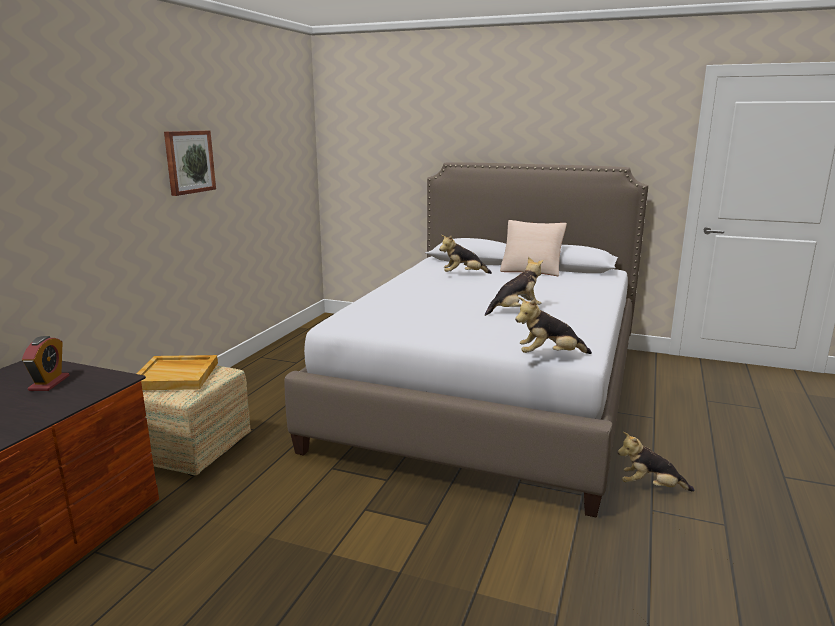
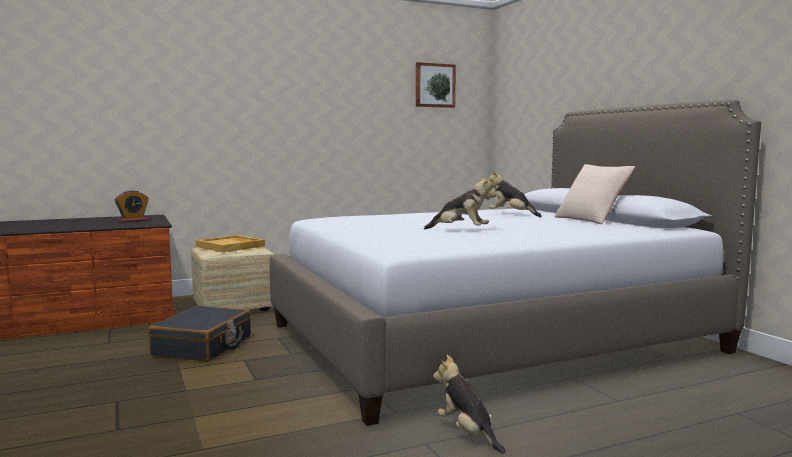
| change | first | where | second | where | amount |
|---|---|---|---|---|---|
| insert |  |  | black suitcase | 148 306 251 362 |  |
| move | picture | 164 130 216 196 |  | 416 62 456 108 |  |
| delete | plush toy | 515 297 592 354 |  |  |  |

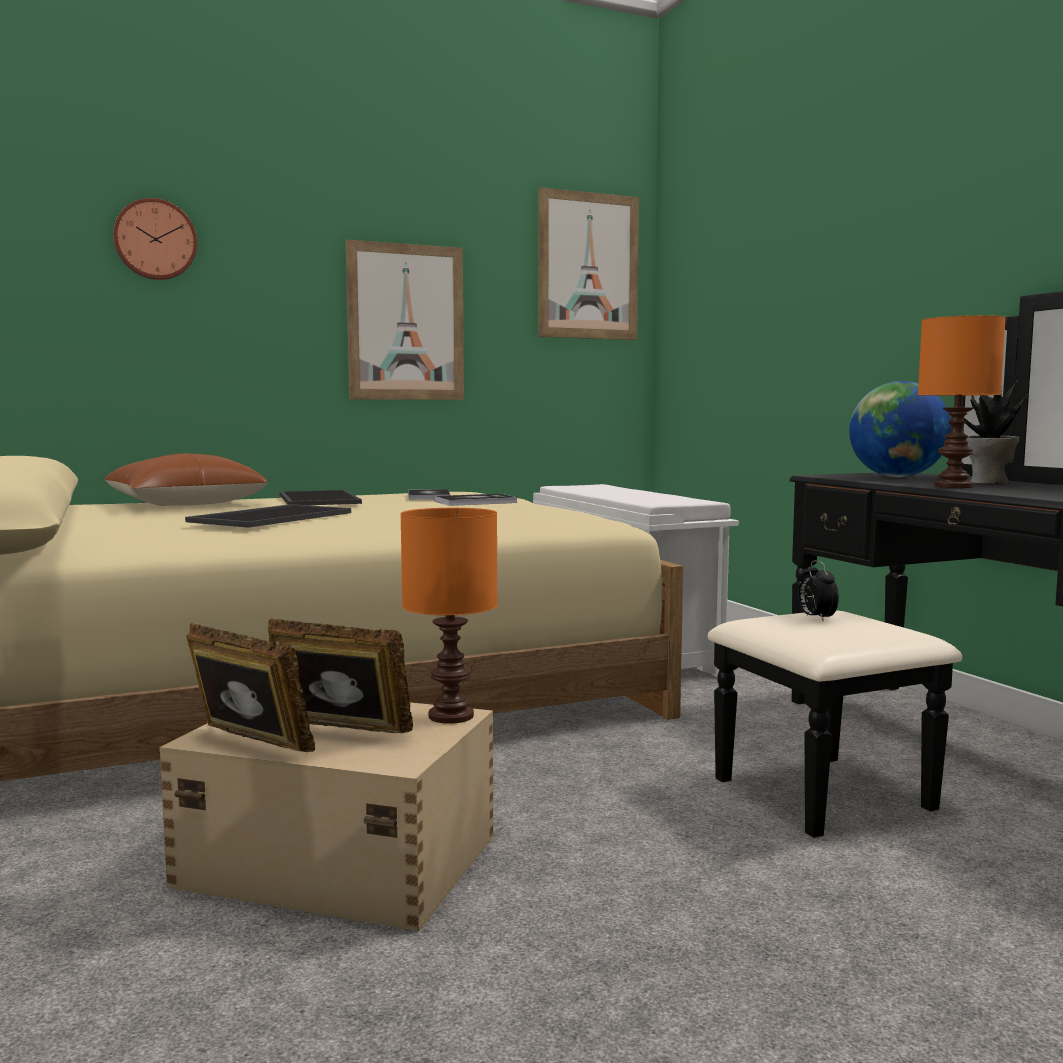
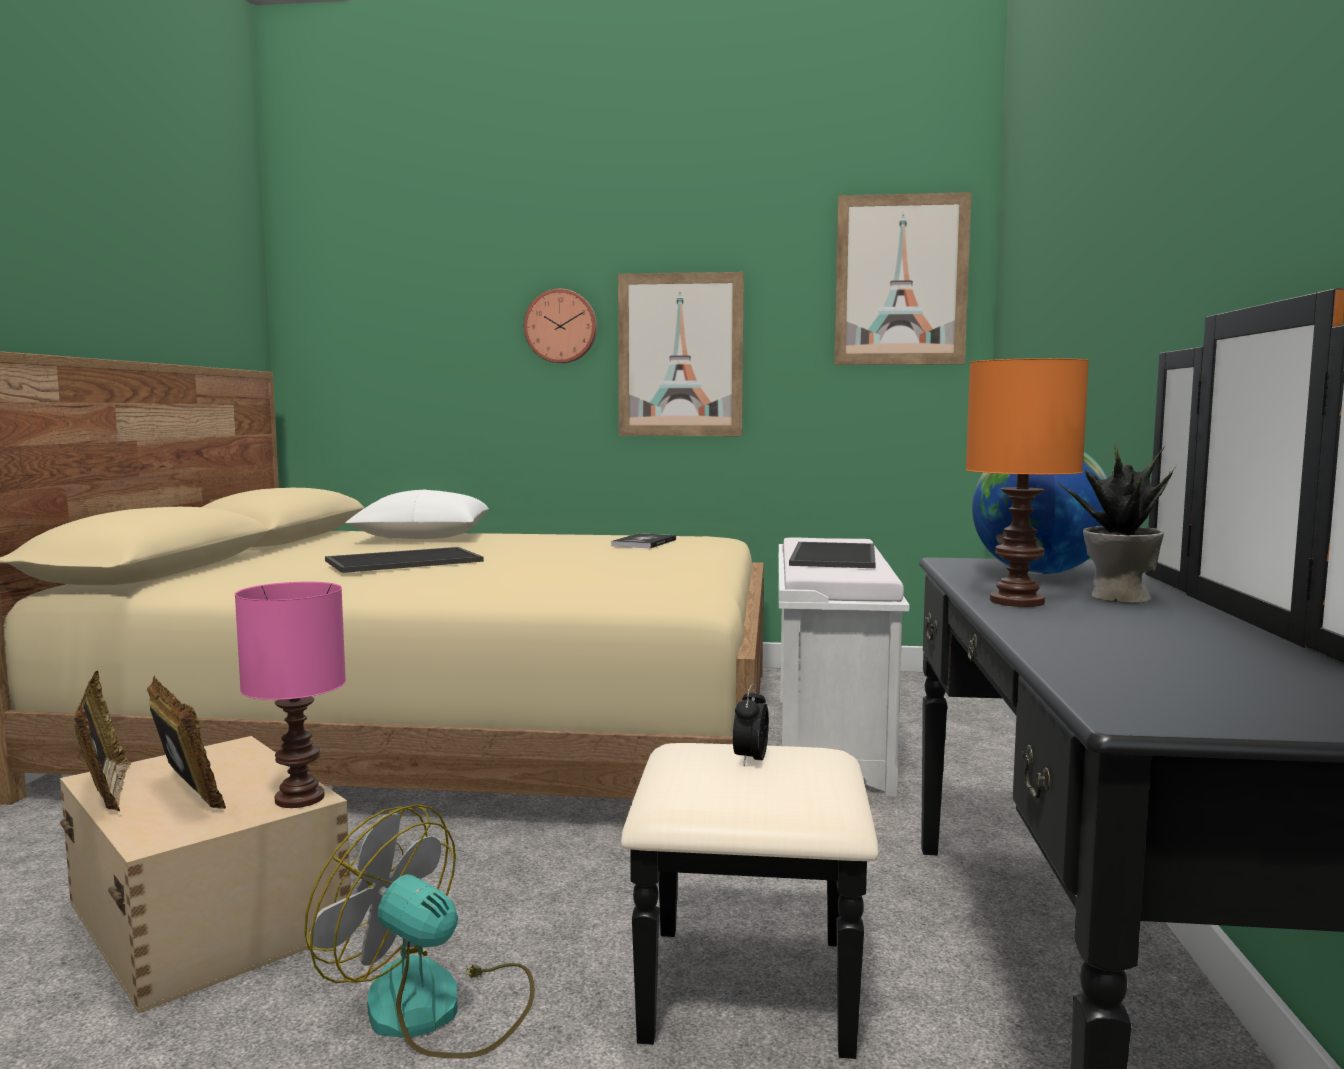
| change | first | where | second | where | amount |
|---|---|---|---|---|---|
| recolor | orange table lamp | 400 508 498 724 | pink table lamp | 235 582 346 808 |  |
| insert |  |  | fan | 304 804 535 1058 |  |
| recolor | brown pillow | 104 453 268 506 | white pillow | 345 490 489 539 |  |
| move | wall clock | 113 198 197 280 |  | 524 289 597 363 |  |
| move | tray | 279 490 362 505 |  | 789 542 875 568 |  |
| delete | book | 434 494 517 506 |  |  |  |

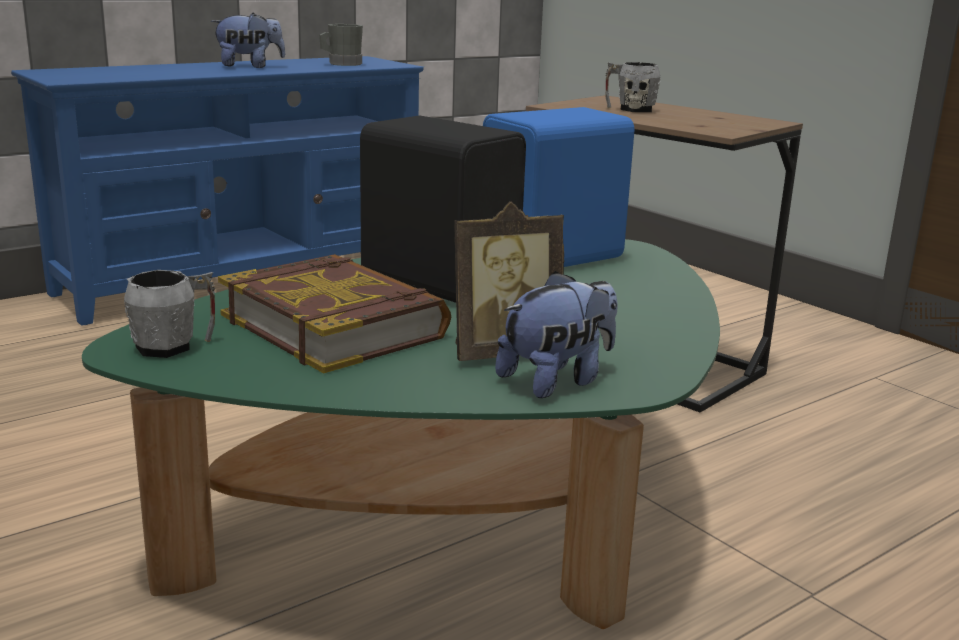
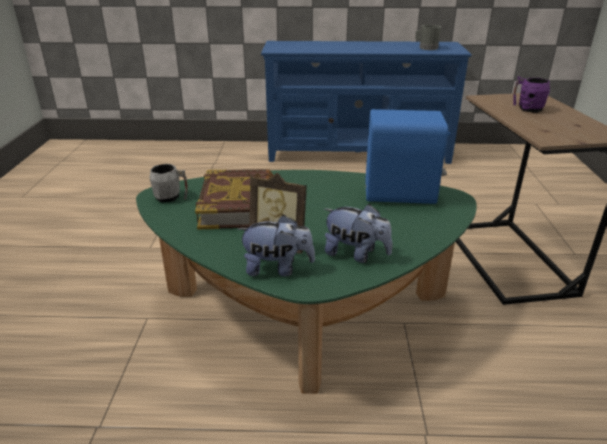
| change | first | where | second | where | amount |
|---|---|---|---|---|---|
| move | plush toy | 211 13 286 68 |  | 324 204 392 263 |  |
| recolor | grey mug | 606 62 660 112 | purple mug | 513 76 550 113 |  |
| delete | black speaker | 360 115 526 303 |  |  |  |

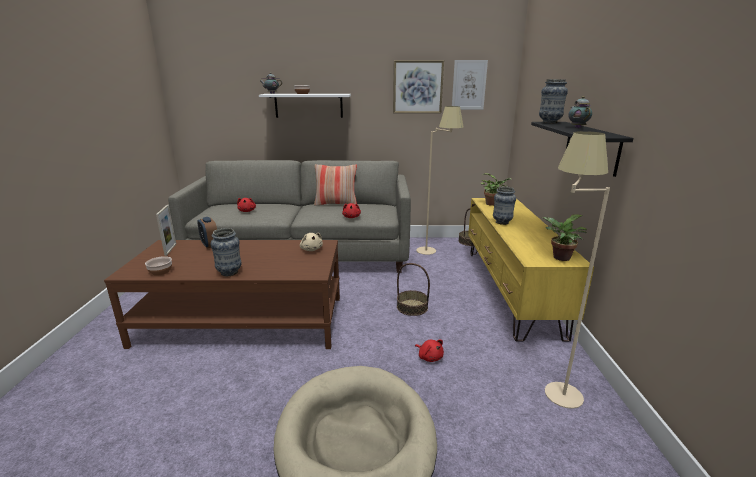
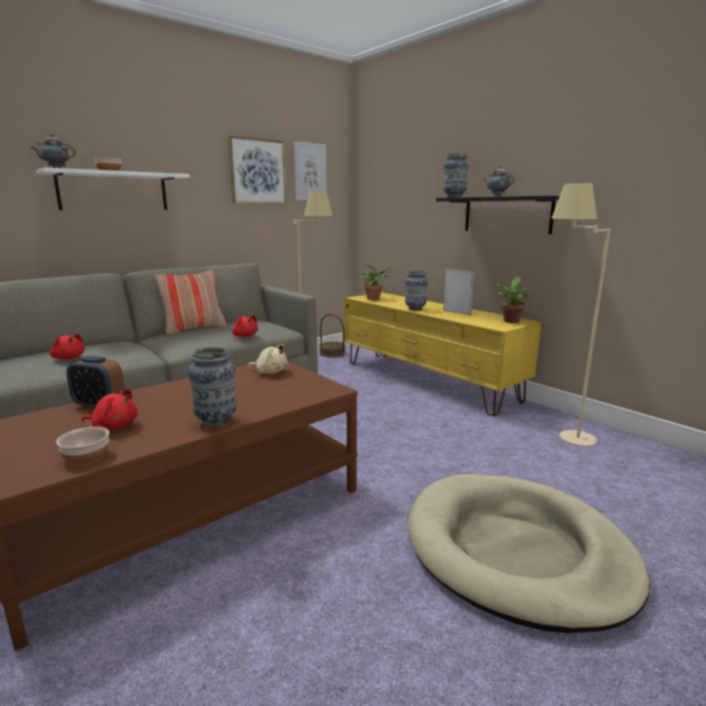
| change | first | where | second | where | amount |
|---|---|---|---|---|---|
| move | red plush toy | 415 340 444 362 |  | 81 388 138 430 |  |
| move | picture frame | 156 205 176 256 |  | 443 269 474 315 |  |
| delete | basket | 397 263 430 316 |  |  |  |

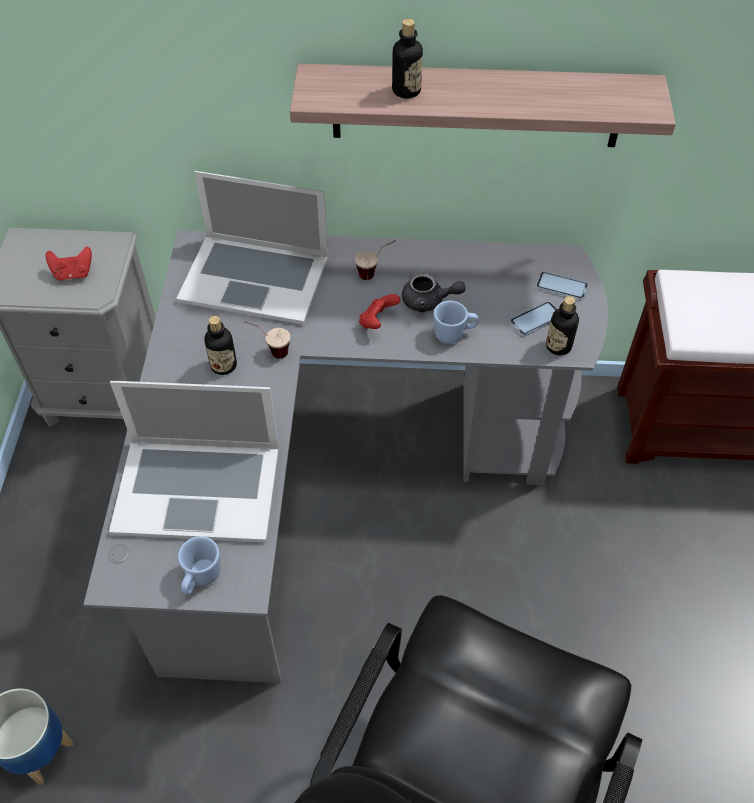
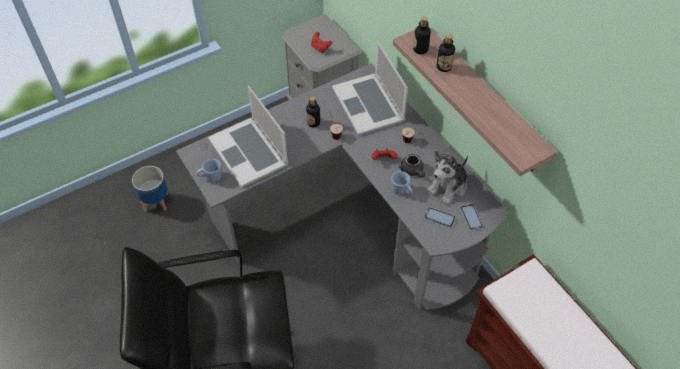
| change | first | where | second | where | amount |
|---|---|---|---|---|---|
| move | bottle | 546 296 579 355 |  | 413 17 431 54 |  |
| insert |  |  | plush toy | 427 151 468 205 |  |

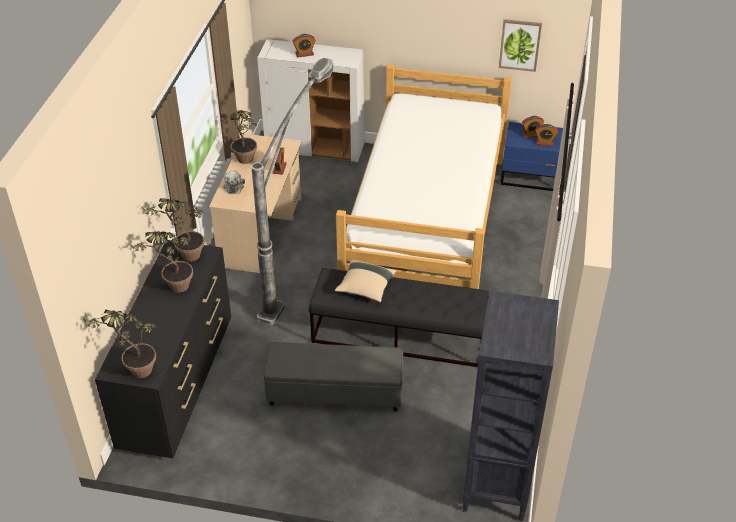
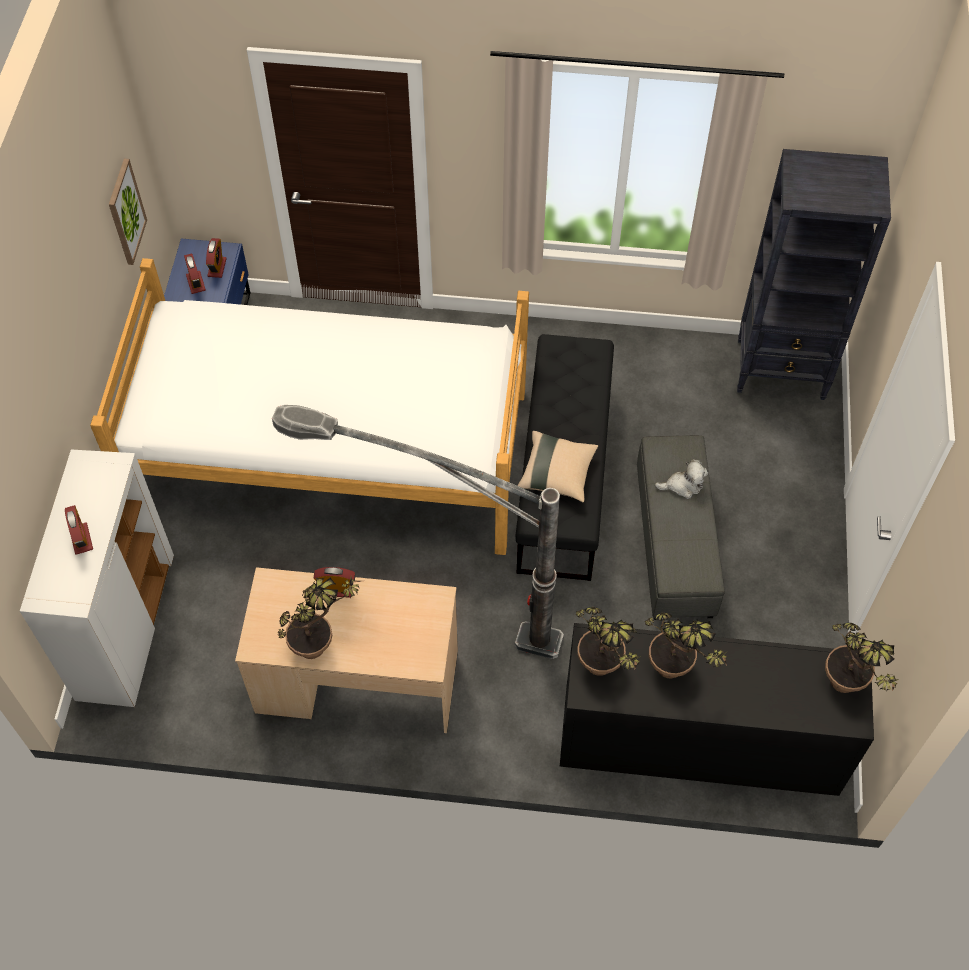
| change | first | where | second | where | amount |
|---|---|---|---|---|---|
| move | plush toy | 223 170 245 194 |  | 655 459 708 499 |  |

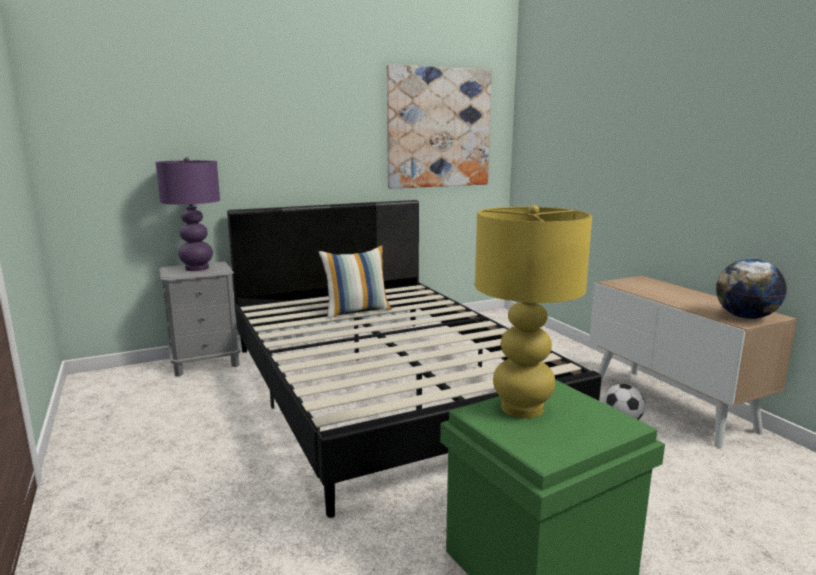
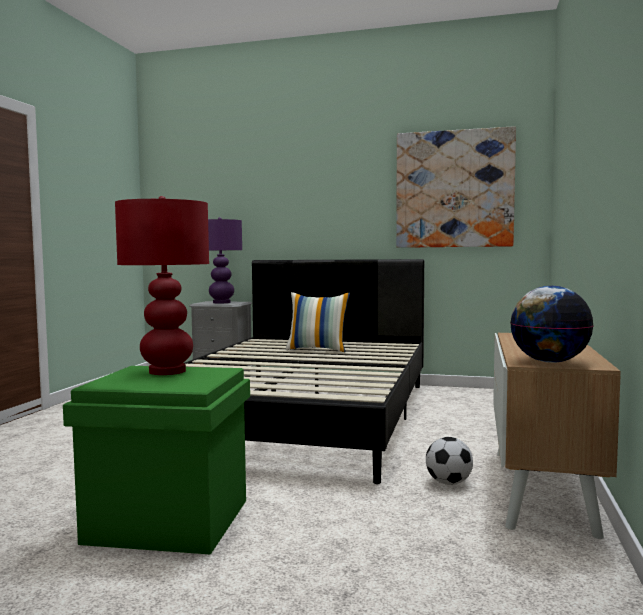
| change | first | where | second | where | amount |
|---|---|---|---|---|---|
| recolor | yellow table lamp | 475 205 592 418 | red table lamp | 115 196 209 375 |  |

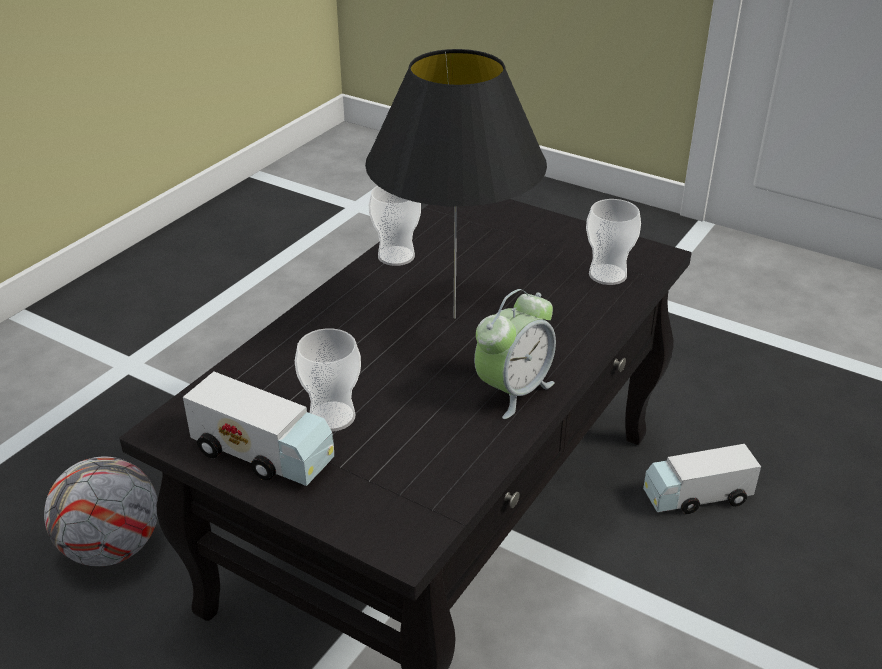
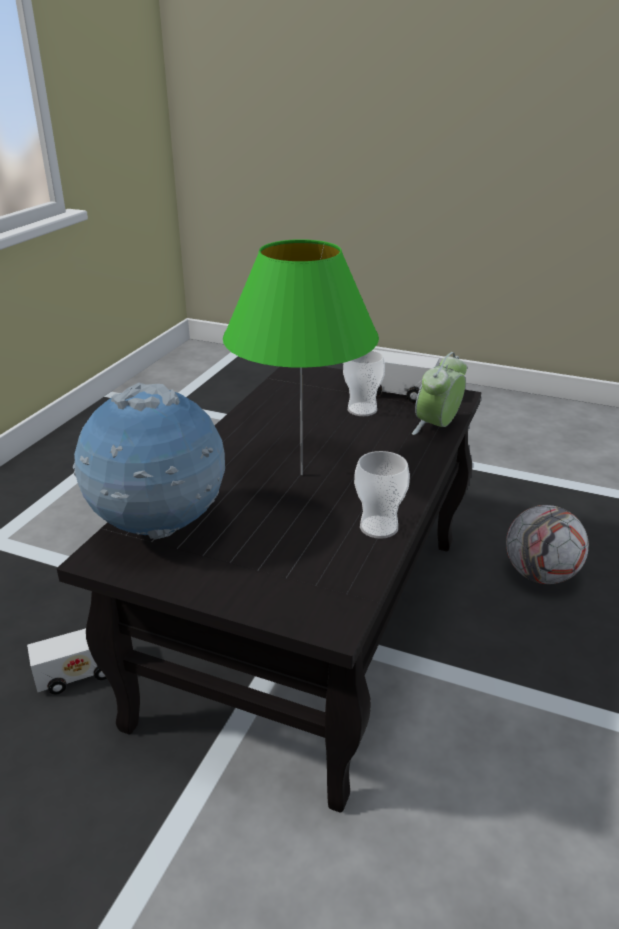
| change | first | where | second | where | amount |
|---|---|---|---|---|---|
| replace | cup | 586 199 641 285 | globe | 73 383 225 540 |  |
| recolor | black table lamp | 365 49 547 319 | green table lamp | 223 239 379 475 |  |
| move | alarm clock | 474 289 556 419 |  | 412 352 467 435 |  |

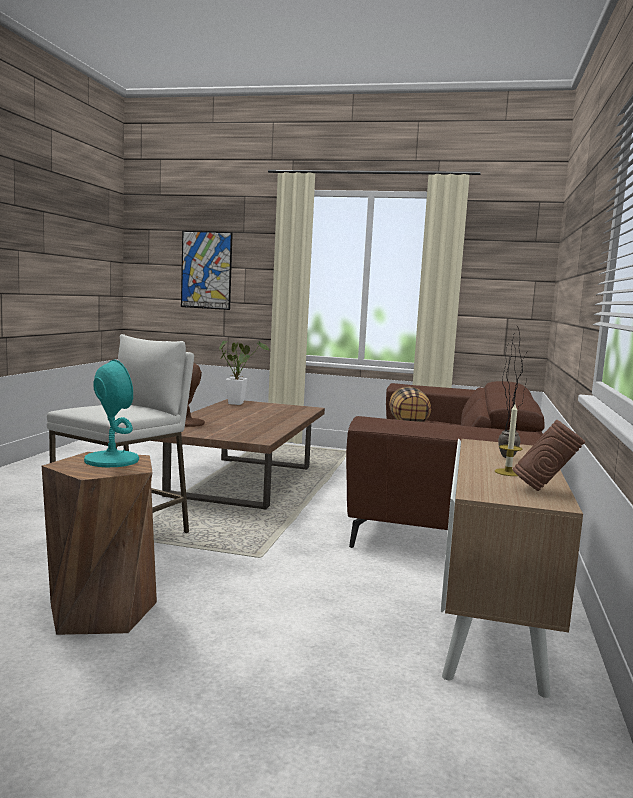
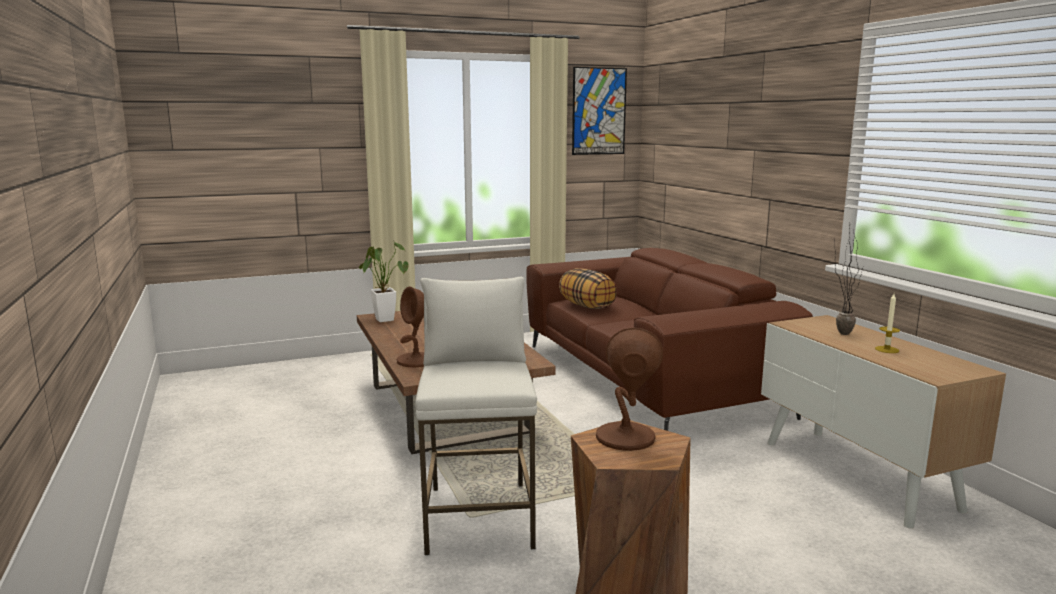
| change | first | where | second | where | amount |
|---|---|---|---|---|---|
| move | picture | 181 231 233 310 |  | 572 67 627 155 |  |
| recolor | turquoise table lamp | 84 359 139 467 | brown table lamp | 596 327 663 451 |  |
| delete | brown vase | 513 420 585 491 |  |  |  |

